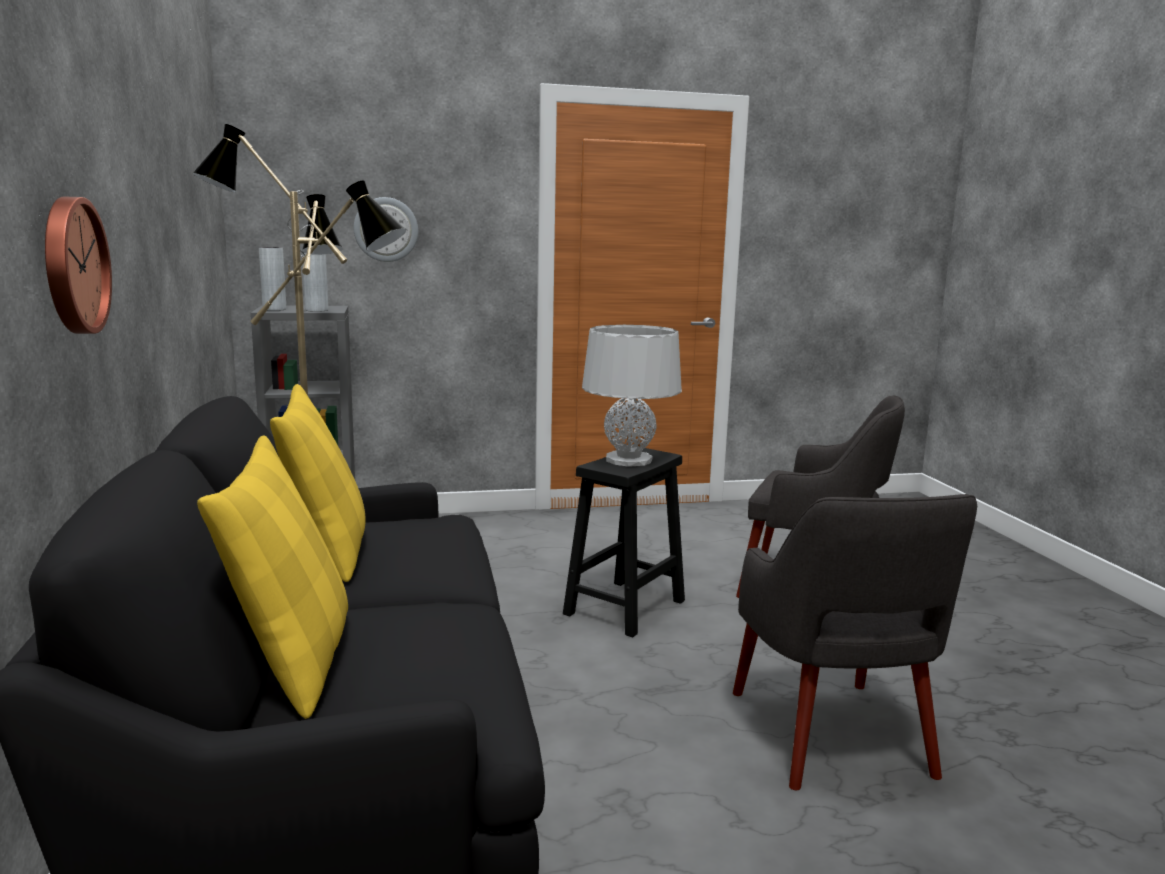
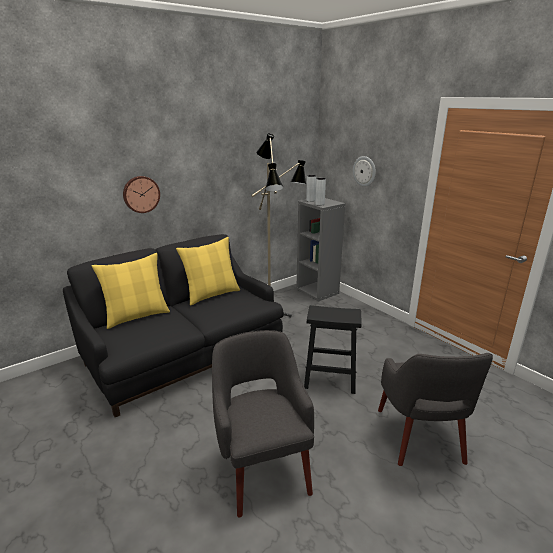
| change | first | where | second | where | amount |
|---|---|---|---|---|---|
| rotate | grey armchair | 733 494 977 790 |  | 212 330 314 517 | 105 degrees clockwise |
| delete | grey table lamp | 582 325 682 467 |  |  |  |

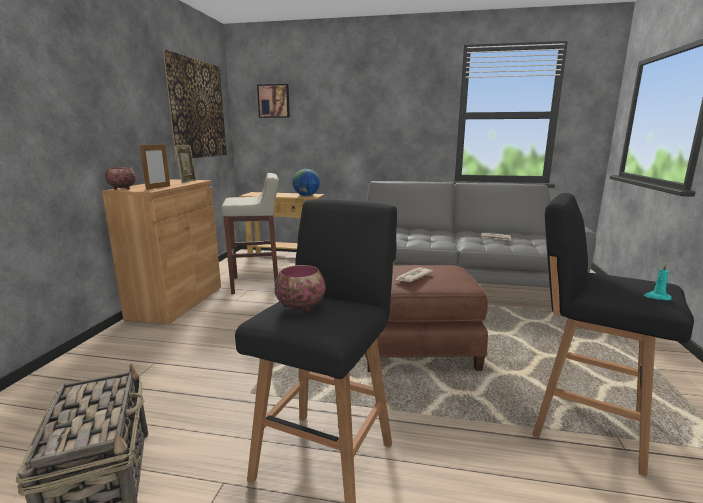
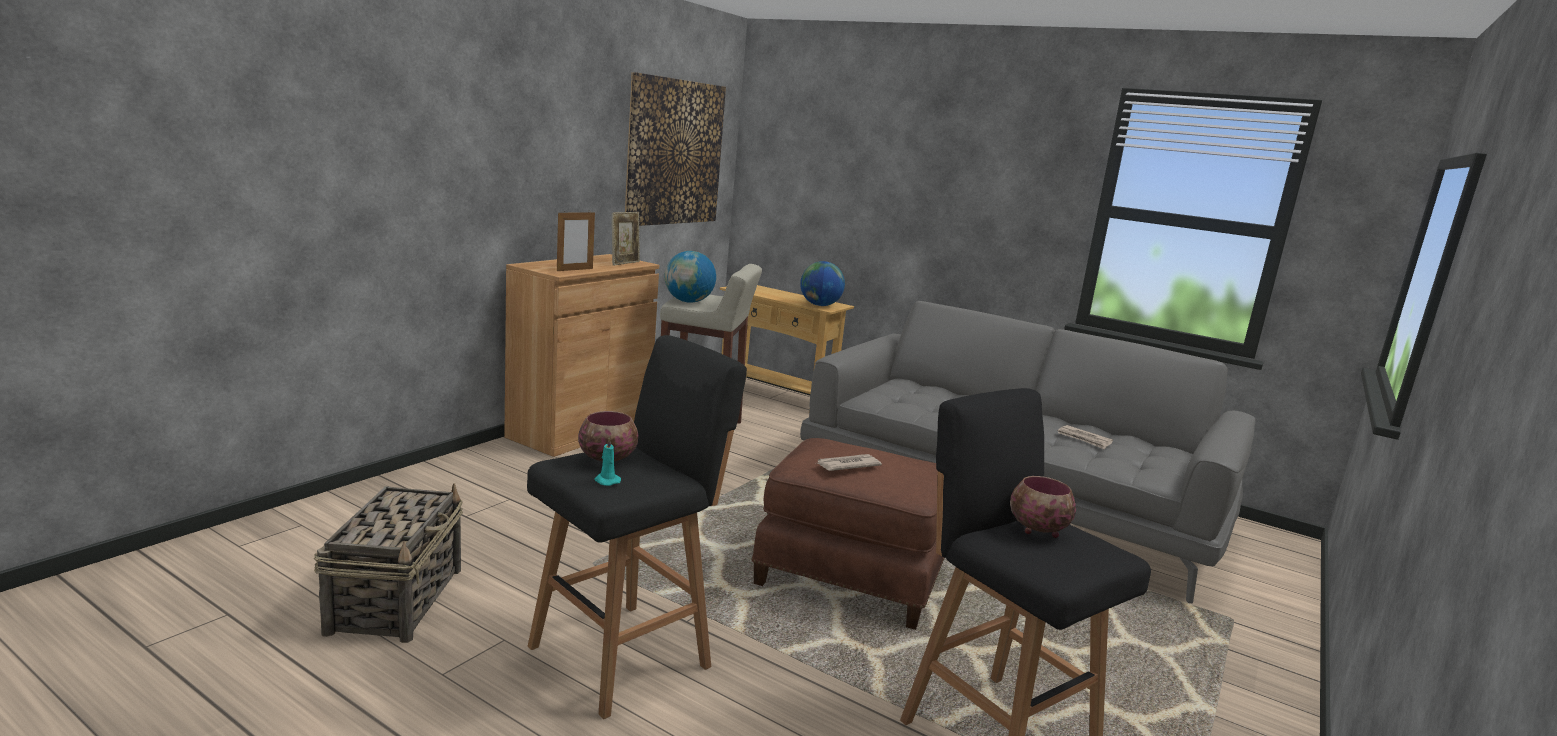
| change | first | where | second | where | amount |
|---|---|---|---|---|---|
| move | turquoise candle | 644 263 672 300 |  | 594 437 621 486 |  |
| insert |  |  | globe | 665 251 716 303 |  |
| move | bowl | 105 167 136 190 |  | 1010 476 1076 538 |  |
| delete | picture | 257 84 290 118 |  |  |  |

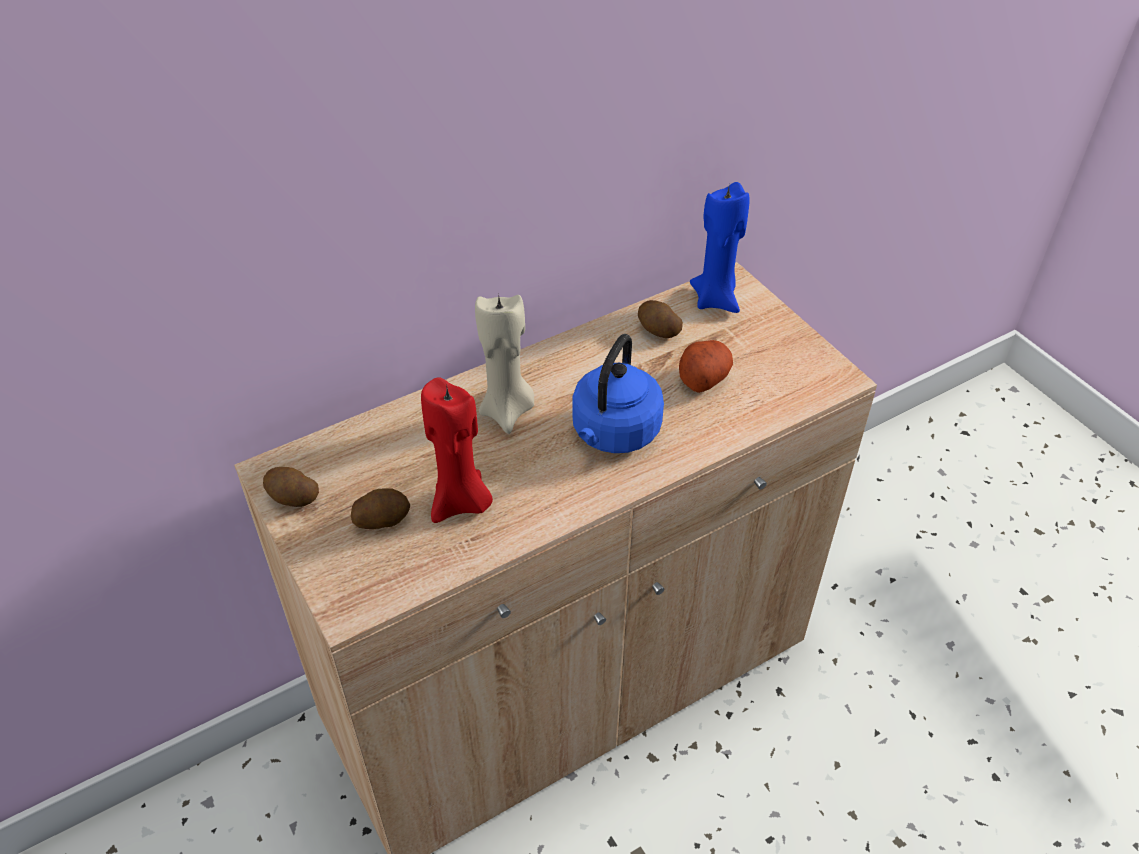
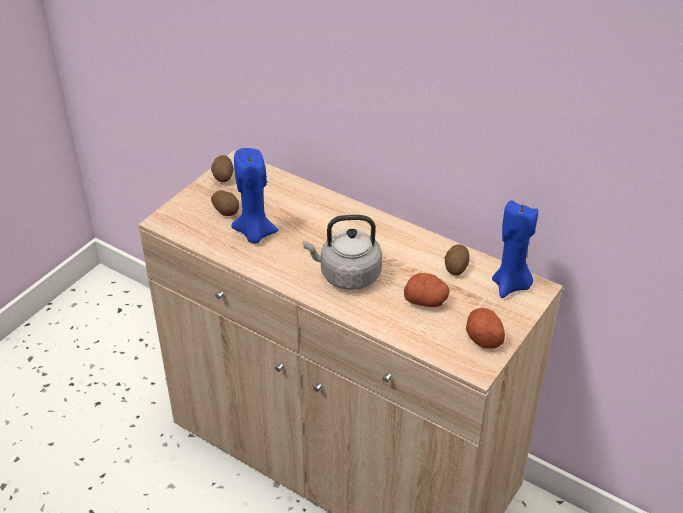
| change | first | where | second | where | amount |
|---|---|---|---|---|---|
| recolor | red candle | 421 377 493 523 | blue candle | 231 148 279 243 |  |
| recolor | blue kettle | 572 334 664 453 | grey kettle | 303 215 382 290 |  |
| insert |  |  | potato | 466 308 505 348 |  |
| delete | beige candle | 475 295 534 434 |  |  |  |

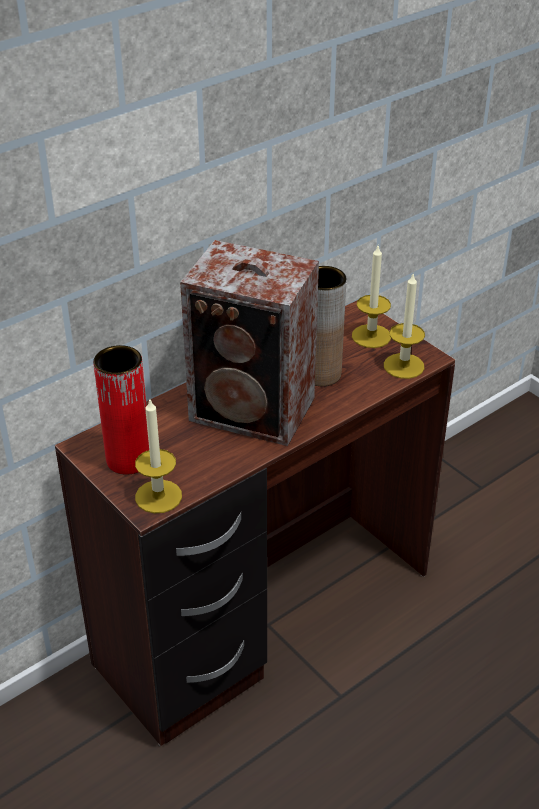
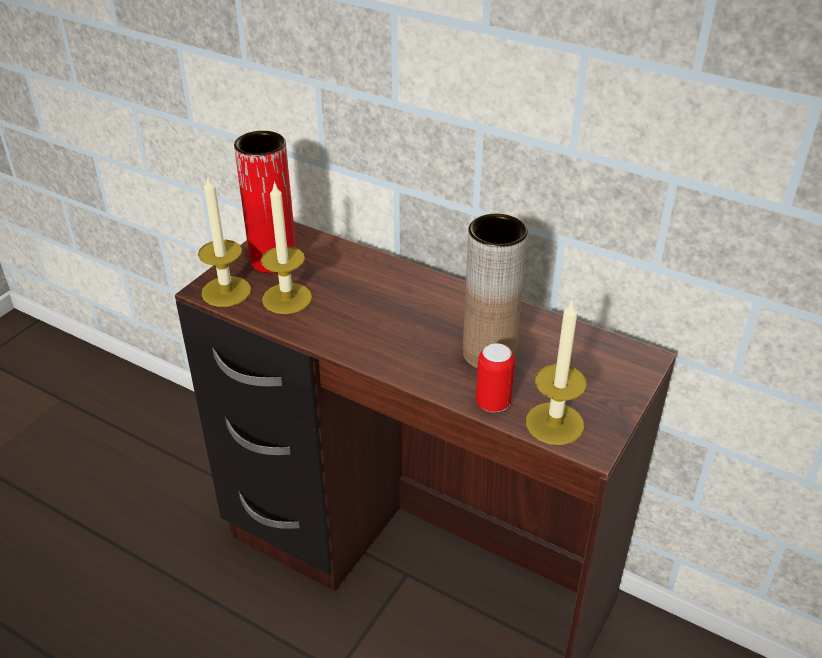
| change | first | where | second | where | amount |
|---|---|---|---|---|---|
| move | candle | 352 246 391 348 |  | 261 181 312 314 |  |
| insert |  |  | can | 476 343 515 412 |  |
| delete | speaker | 180 240 319 446 |  |  |  |

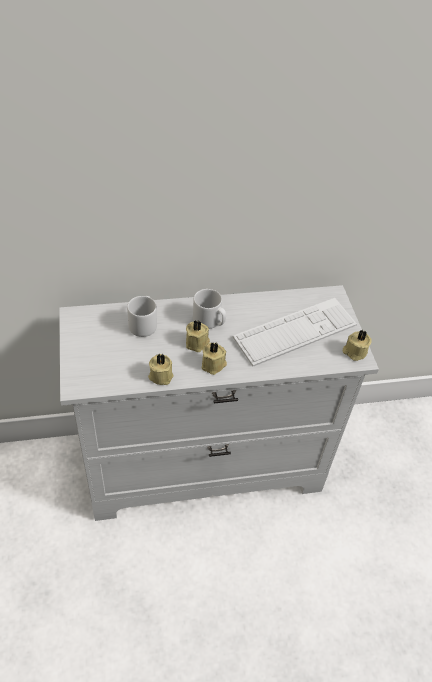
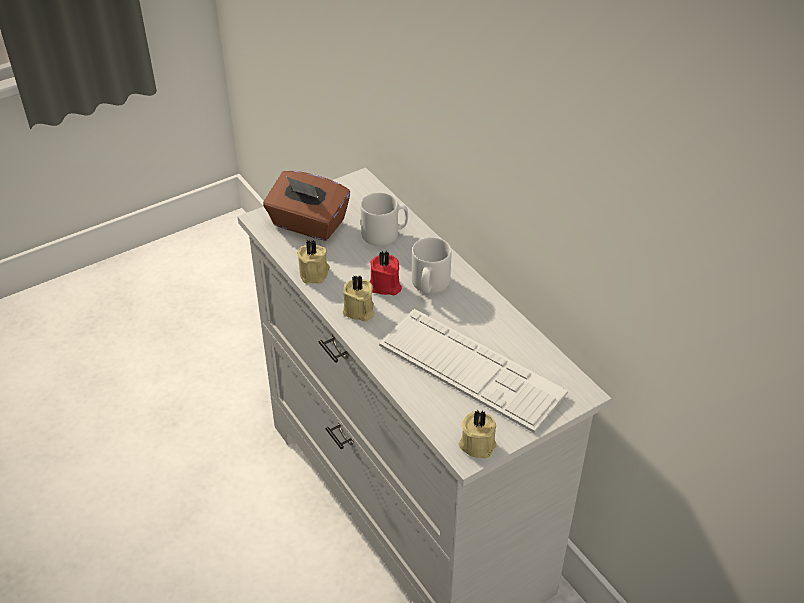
| change | first | where | second | where | amount |
|---|---|---|---|---|---|
| insert |  |  | brown tissue box | 263 171 350 241 |  |
| recolor | beige candle | 186 320 210 352 | red candle | 370 251 402 295 |  |

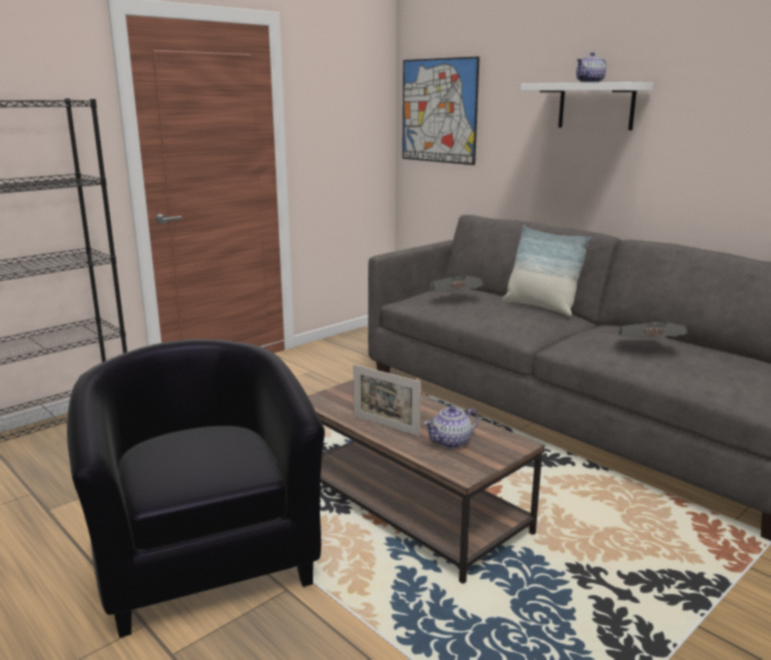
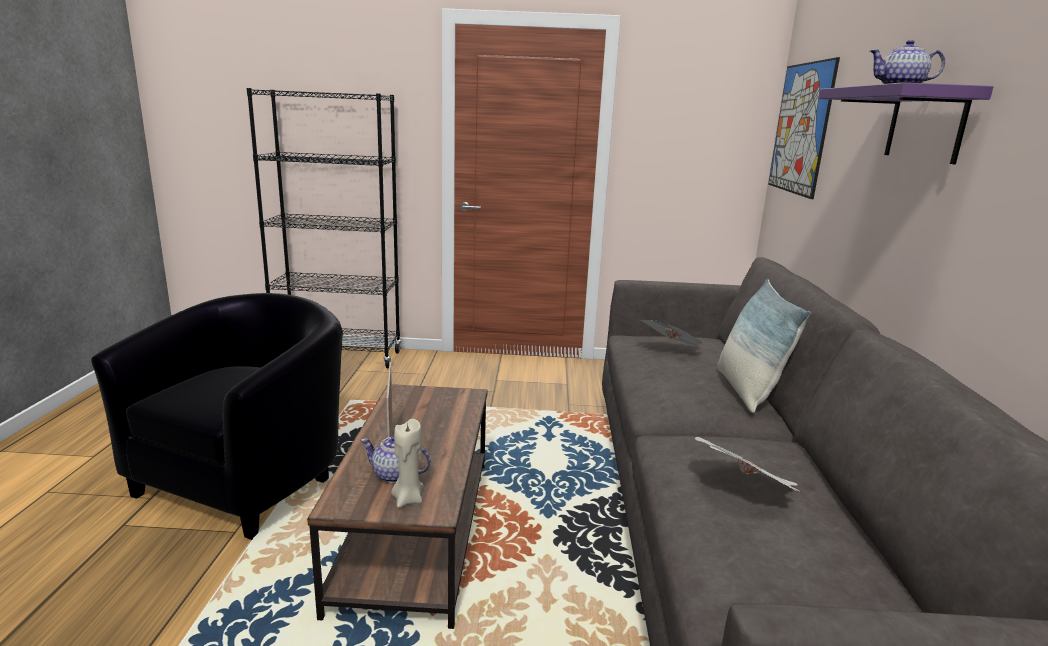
| change | first | where | second | where | amount |
|---|---|---|---|---|---|
| insert |  |  | beige candle | 391 419 423 508 |  |
| recolor | white shelf | 521 82 654 130 | purple shelf | 818 82 993 164 |  |

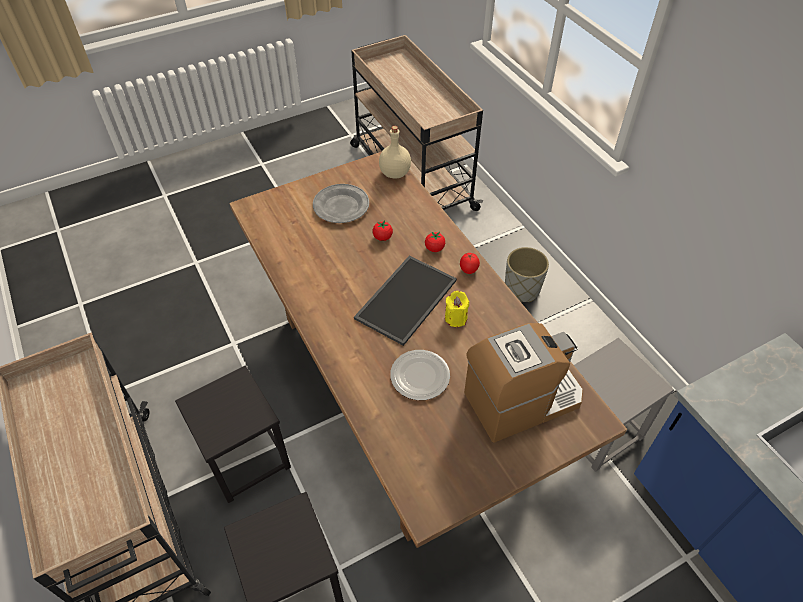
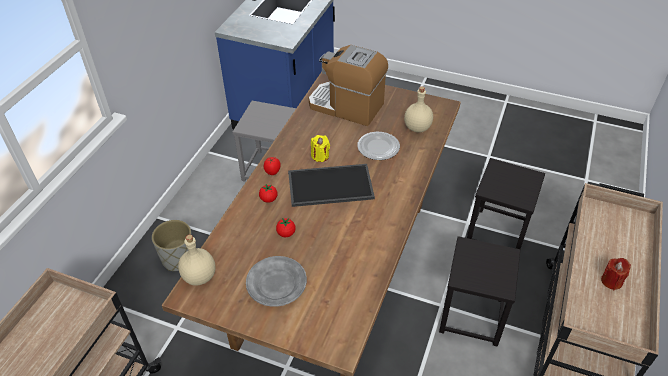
| change | first | where | second | where | amount |
|---|---|---|---|---|---|
| insert |  |  | beige bottle | 404 86 433 132 |  |
| insert |  |  | red candle | 601 258 631 290 |  |

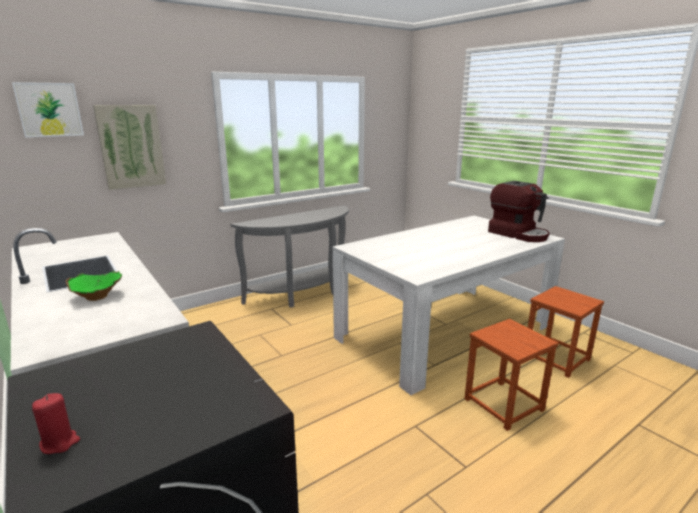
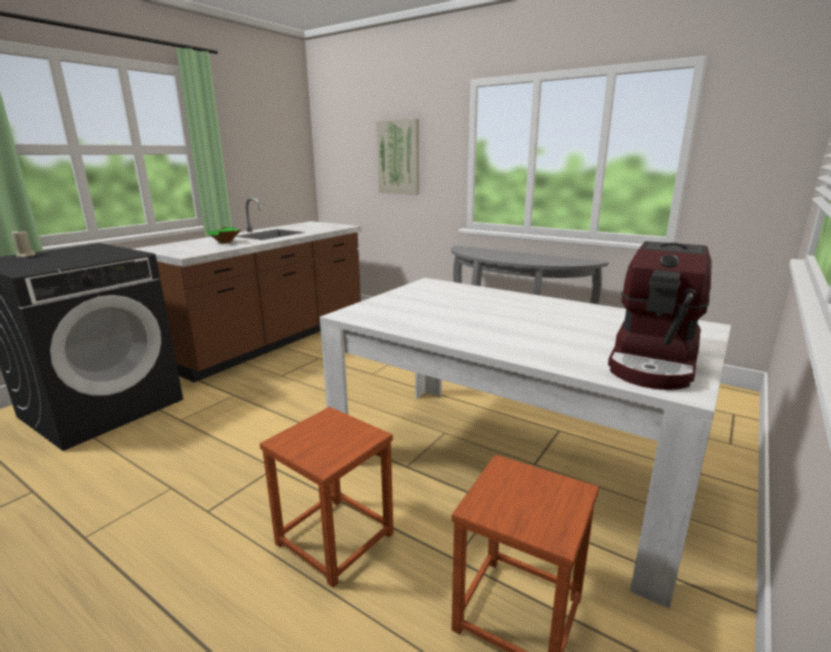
| change | first | where | second | where | amount |
|---|---|---|---|---|---|
| recolor | red candle | 32 393 80 454 | beige candle | 11 231 36 257 |  |
| delete | picture | 12 82 84 138 |  |  |  |

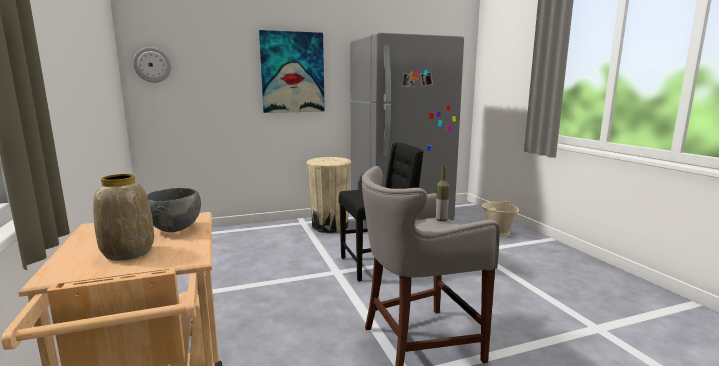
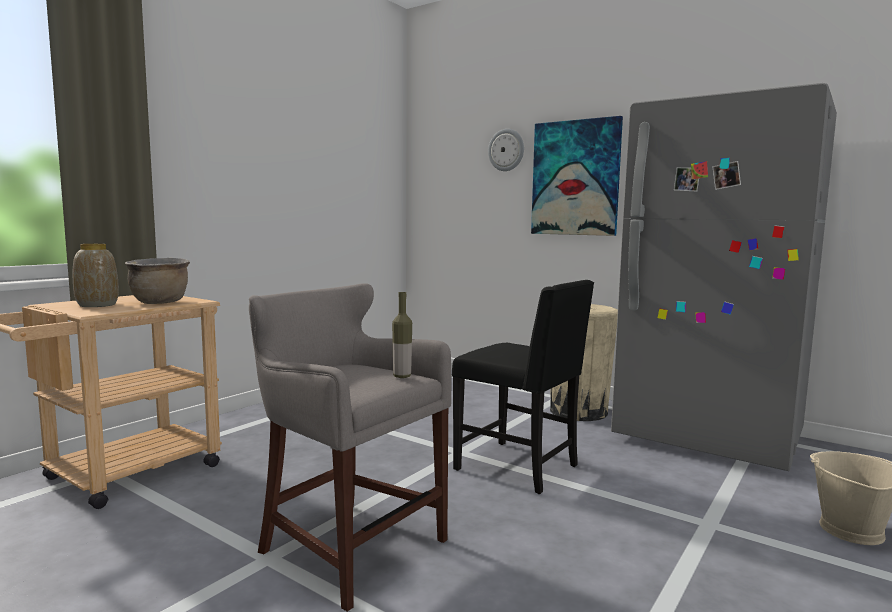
| change | first | where | second | where | amount |
|---|---|---|---|---|---|
| replace | grey bowl | 147 188 201 232 | brown cooking pot | 125 258 190 304 |  |
| move | wall clock | 133 47 171 83 |  | 488 129 524 171 |  |

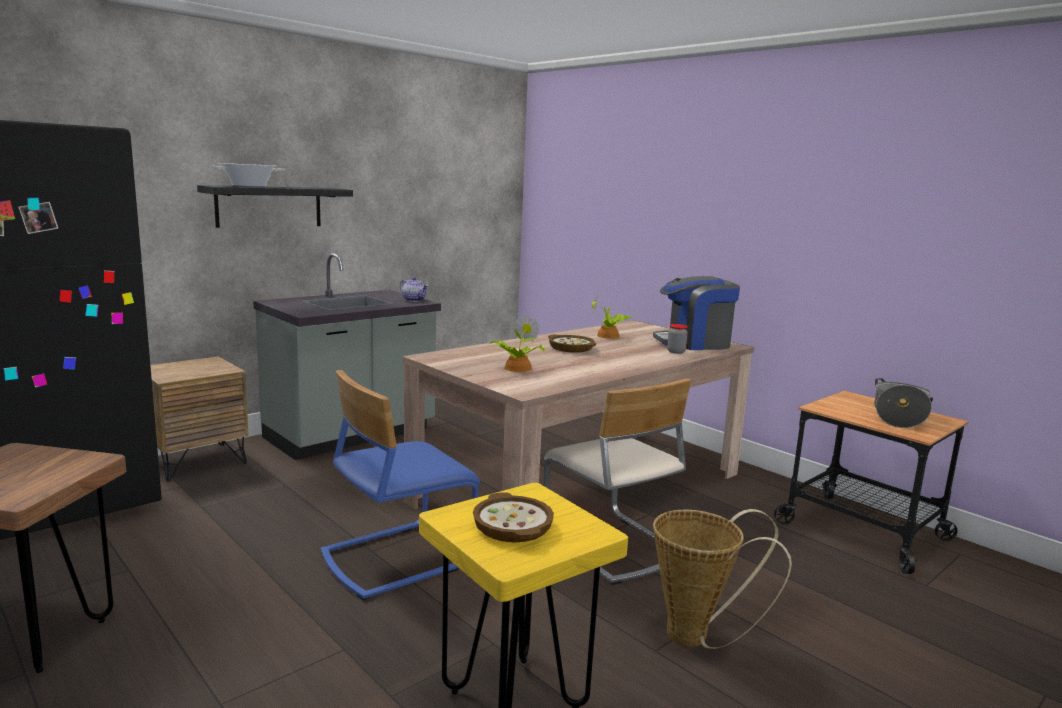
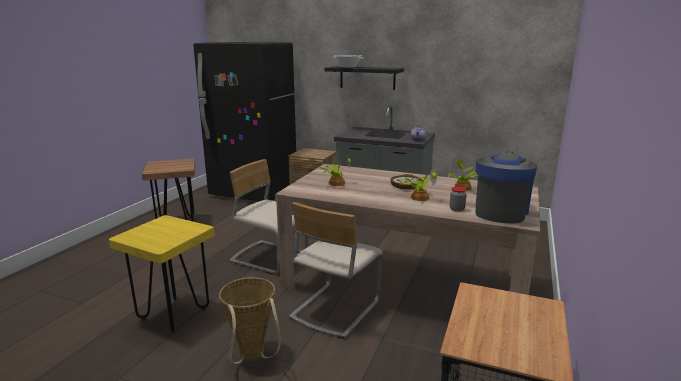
| change | first | where | second | where | amount |
|---|---|---|---|---|---|
| recolor | blue chair | 321 370 480 601 | beige chair | 229 159 308 274 |  |
| insert |  |  | potted plant | 403 167 438 201 |  |
| rotate | coffee machine | 653 276 740 350 |  | 475 151 537 223 | 60 degrees clockwise |
| delete | bowl | 473 492 554 542 |  |  |  |
| delete | cooking pot | 875 378 933 428 |  |  |  |

